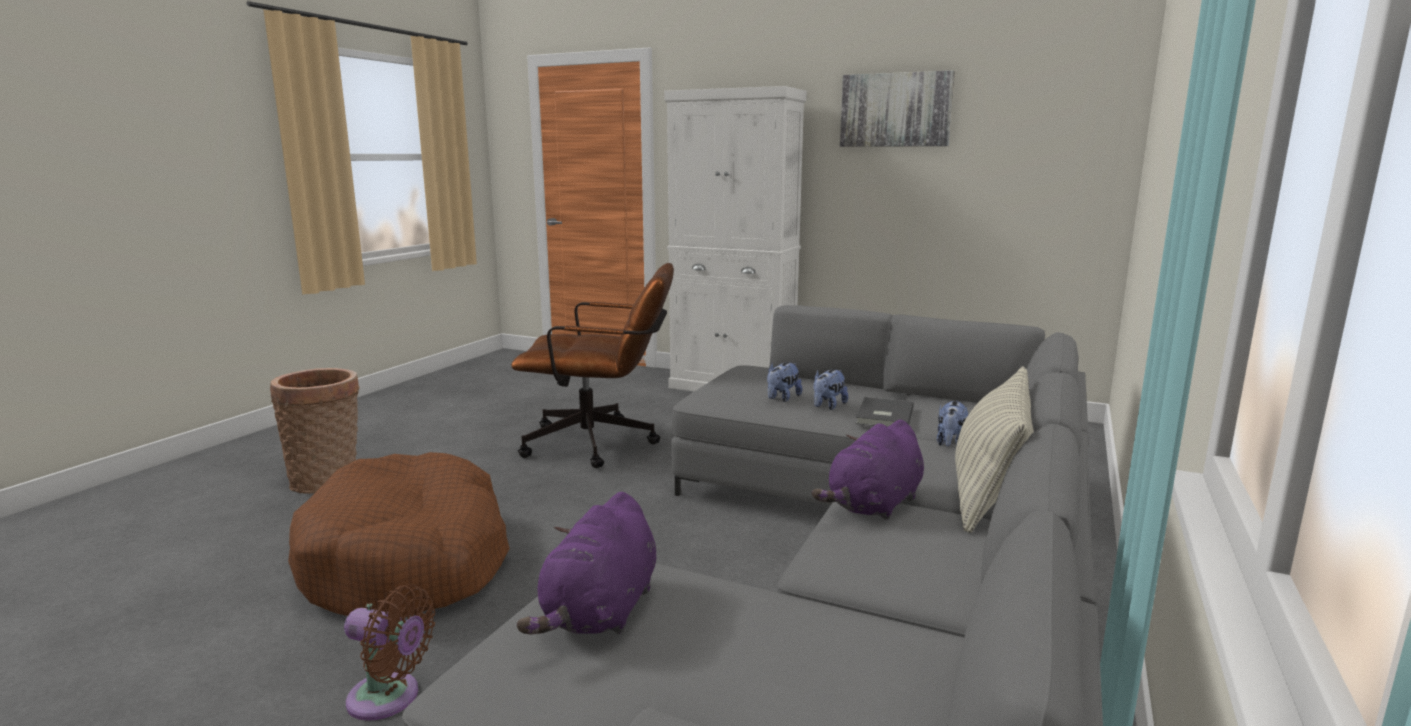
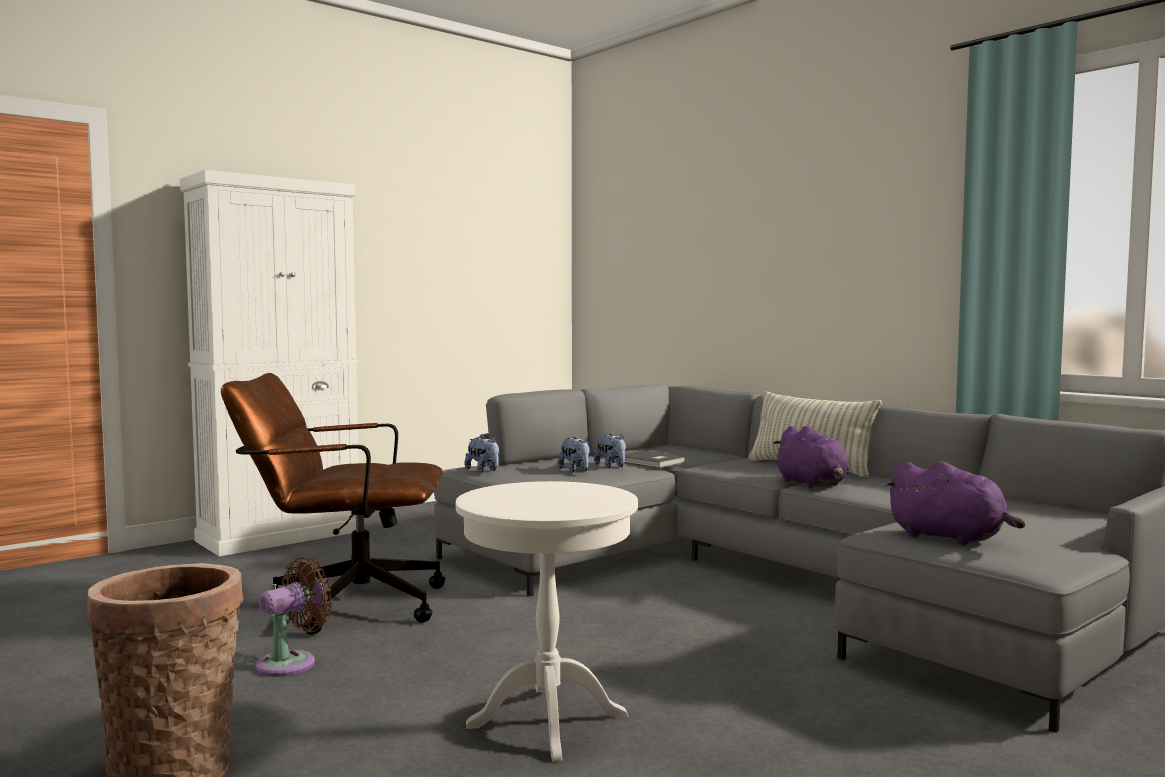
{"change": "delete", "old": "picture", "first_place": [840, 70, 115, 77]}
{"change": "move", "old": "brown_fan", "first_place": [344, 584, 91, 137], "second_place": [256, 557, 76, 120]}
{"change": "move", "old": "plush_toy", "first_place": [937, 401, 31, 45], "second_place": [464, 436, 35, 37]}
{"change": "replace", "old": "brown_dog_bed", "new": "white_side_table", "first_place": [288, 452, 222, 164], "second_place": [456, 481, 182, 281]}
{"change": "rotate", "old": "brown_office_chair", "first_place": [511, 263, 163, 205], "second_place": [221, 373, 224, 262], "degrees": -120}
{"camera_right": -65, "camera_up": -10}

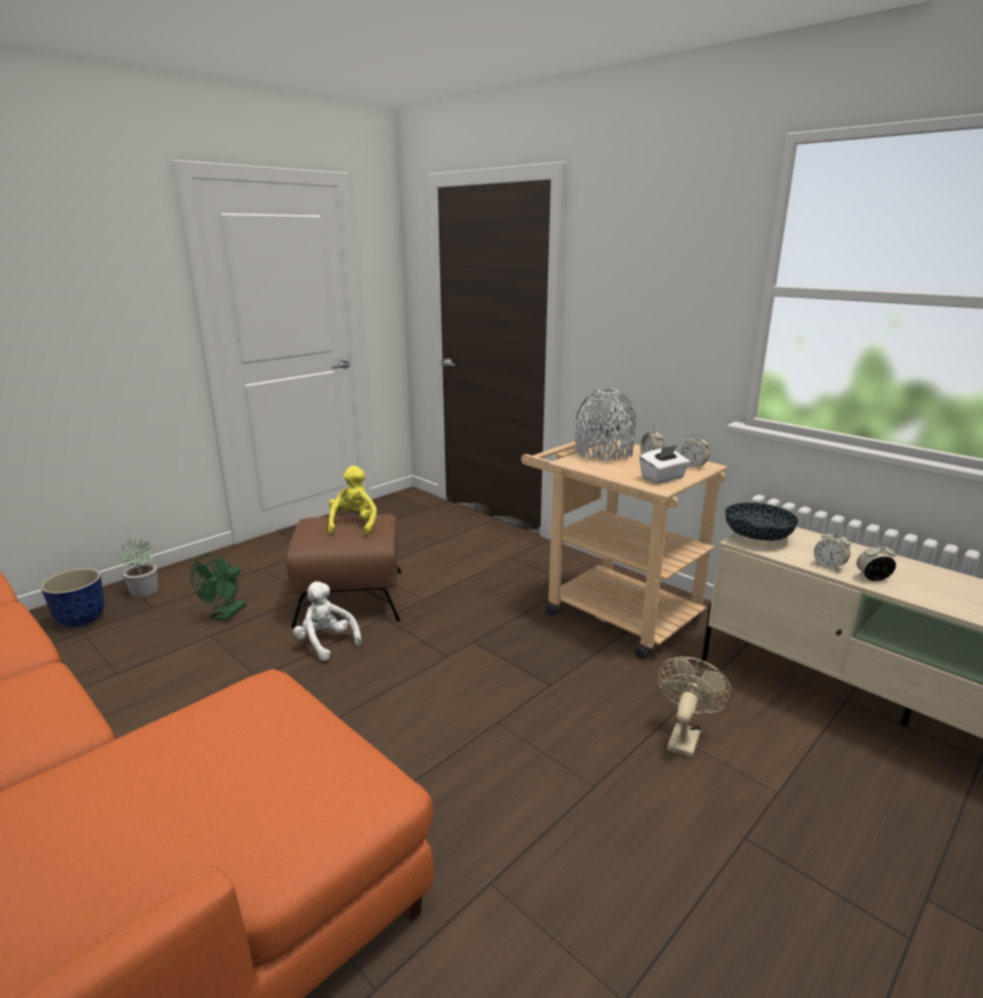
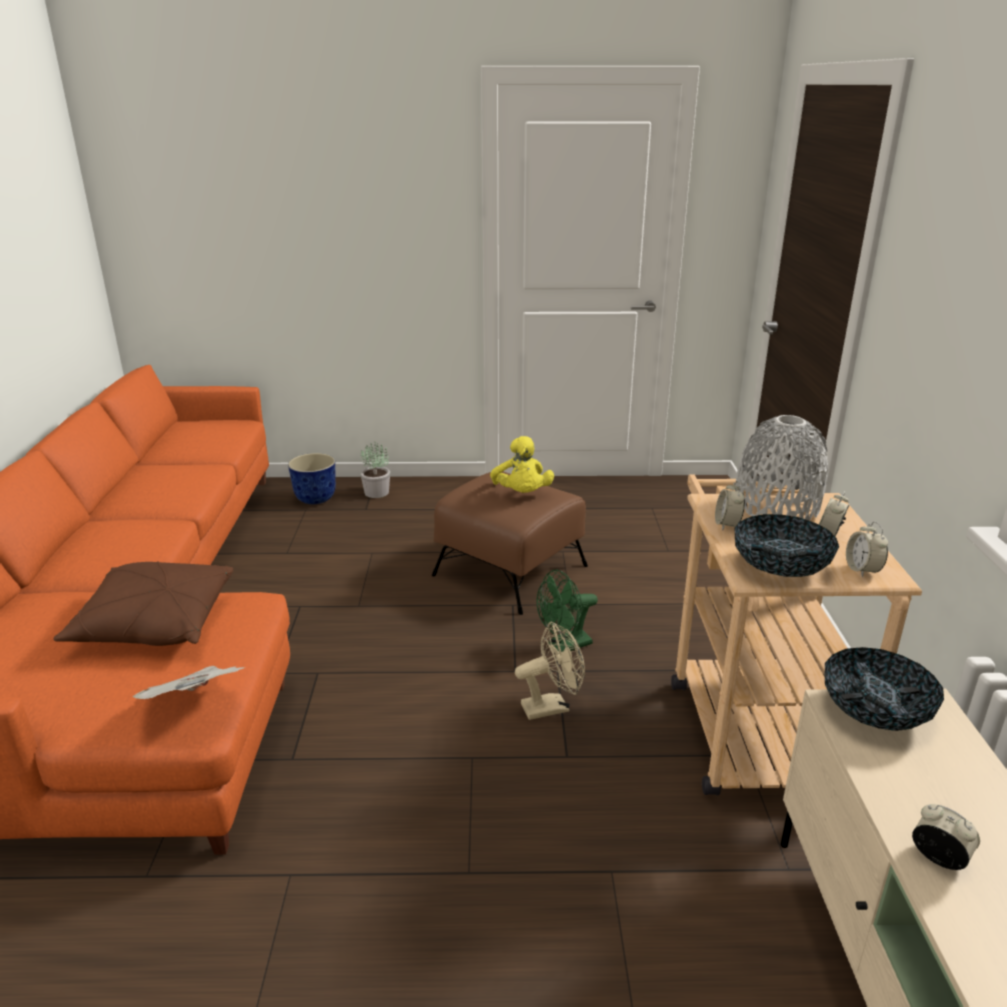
{"change": "delete", "old": "white_plush_toy", "first_place": [293, 581, 69, 80]}
{"change": "insert", "new": "brown_pillow", "second_place": [53, 561, 180, 85]}
{"change": "insert", "new": "newspaper", "second_place": [133, 666, 112, 33]}
{"change": "move", "old": "green_fan", "first_place": [191, 553, 55, 68], "second_place": [537, 570, 61, 83]}
{"change": "move", "old": "beige_fan", "first_place": [657, 657, 75, 101], "second_place": [515, 622, 70, 98]}
{"change": "move", "old": "alarm_clock", "first_place": [814, 529, 37, 43], "second_place": [715, 481, 30, 49]}
{"change": "replace", "old": "white_tissue_box", "new": "bowl", "first_place": [639, 445, 51, 39], "second_place": [735, 514, 104, 63]}
{"change": "rotate", "old": "yellow_plush_toy", "first_place": [328, 466, 49, 70], "second_place": [490, 436, 64, 57], "degrees": 120}
{"camera_right": 45, "camera_up": 5}

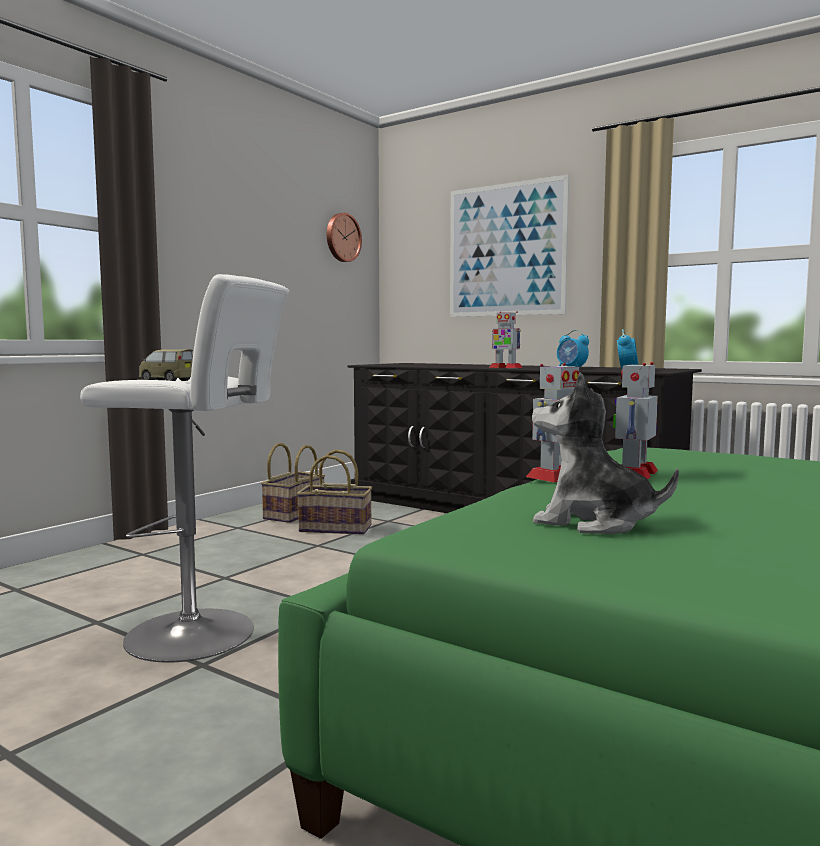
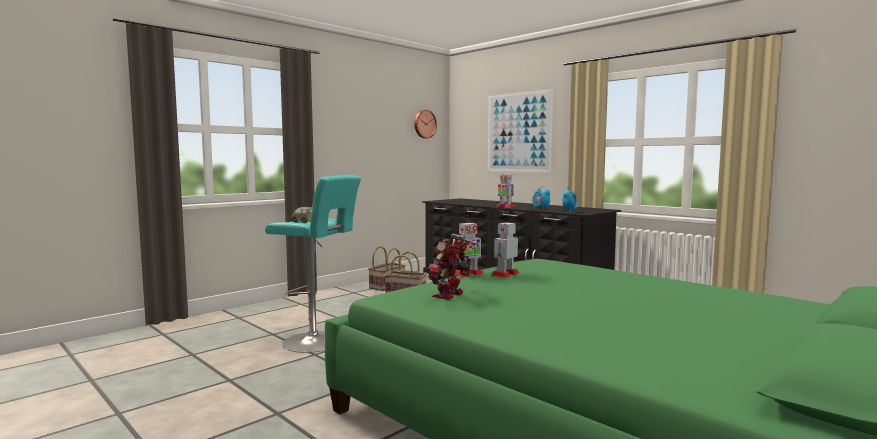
{"change": "replace", "old": "plush_toy", "new": "toy_robot", "first_place": [532, 372, 147, 162], "second_place": [429, 233, 49, 67]}
{"change": "recolor", "old": "white_stool", "new": "turquoise_stool", "first_place": [80, 274, 209, 389], "second_place": [265, 175, 96, 178]}
{"camera_right": 10, "camera_up": 0}

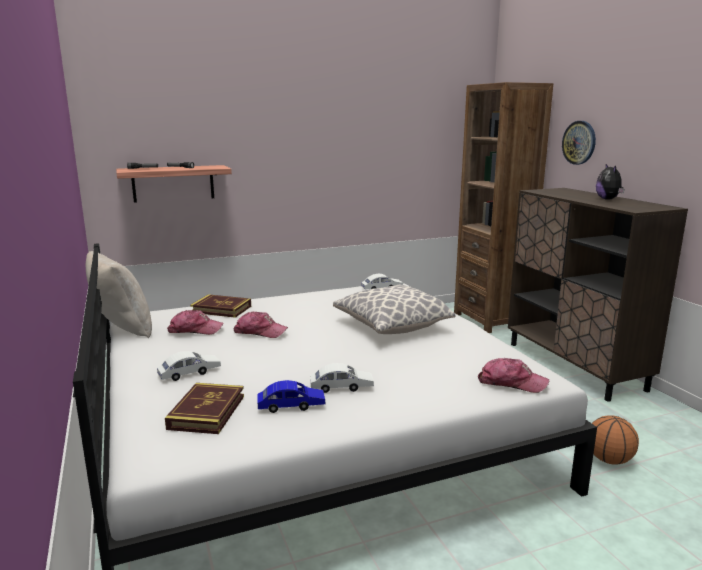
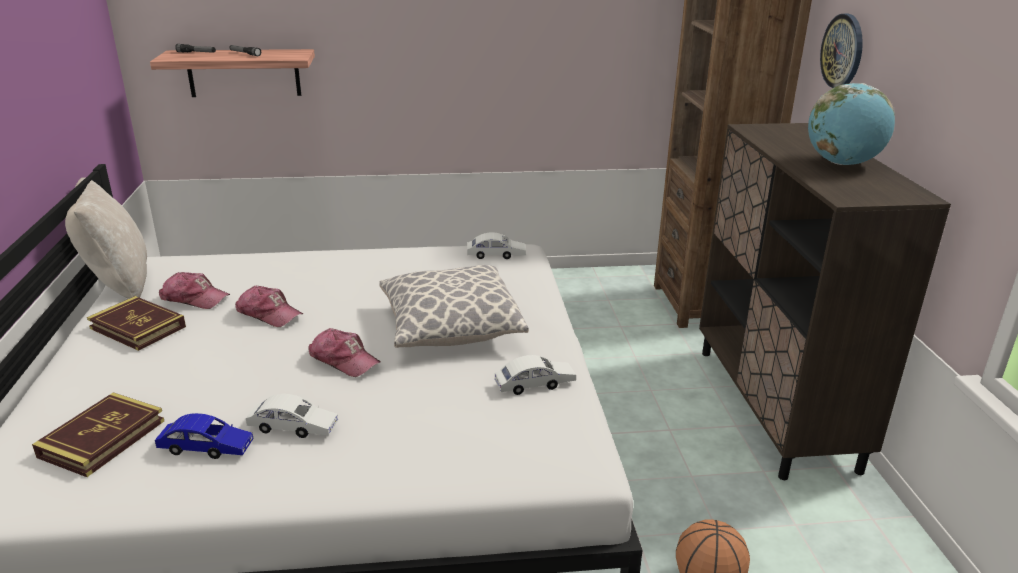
{"change": "move", "old": "white_toy_car", "first_place": [157, 351, 64, 30], "second_place": [495, 355, 81, 40]}
{"change": "move", "old": "book", "first_place": [190, 294, 61, 24], "second_place": [87, 296, 99, 55]}
{"change": "move", "old": "cap", "first_place": [478, 358, 71, 35], "second_place": [308, 328, 73, 49]}
{"change": "replace", "old": "plush_toy", "new": "globe", "first_place": [596, 164, 28, 36], "second_place": [808, 83, 87, 82]}
{"camera_right": 15, "camera_up": 10}

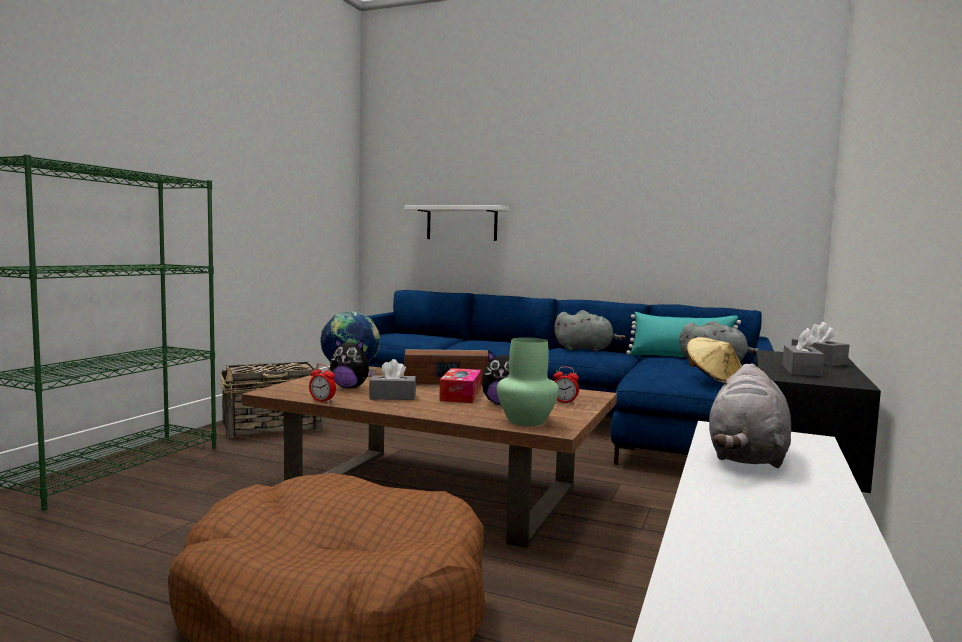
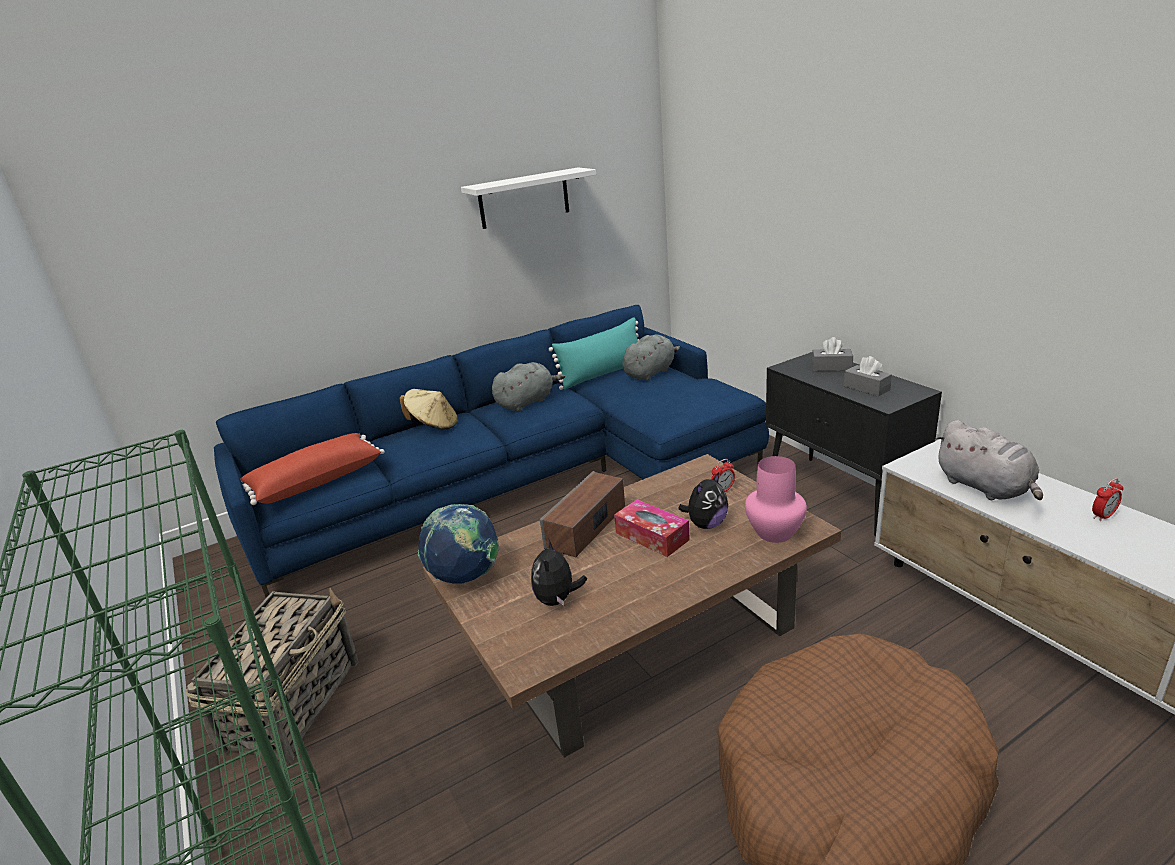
{"change": "delete", "old": "grey_tissue_box", "first_place": [369, 359, 47, 41]}
{"change": "insert", "new": "red_pillow", "second_place": [240, 433, 145, 72]}
{"change": "move", "old": "alarm_clock", "first_place": [309, 364, 27, 39], "second_place": [1092, 478, 32, 43]}
{"change": "move", "old": "white_shelf", "first_place": [404, 205, 106, 36], "second_place": [461, 167, 135, 62]}
{"change": "move", "old": "beige_hat", "first_place": [687, 337, 55, 47], "second_place": [399, 389, 59, 40]}
{"change": "recolor", "old": "green_vase", "new": "pink_vase", "first_place": [497, 337, 62, 89], "second_place": [745, 456, 62, 87]}
{"change": "rotate", "old": "plush_toy", "first_place": [330, 338, 45, 50], "second_place": [531, 538, 56, 68], "degrees": 135}
{"camera_right": -50, "camera_up": 20}

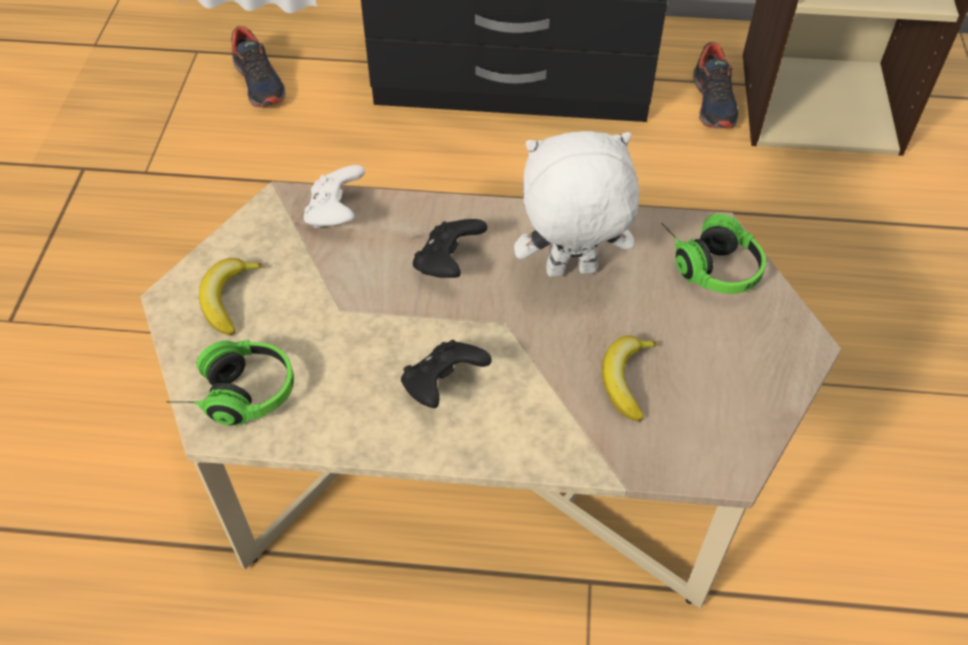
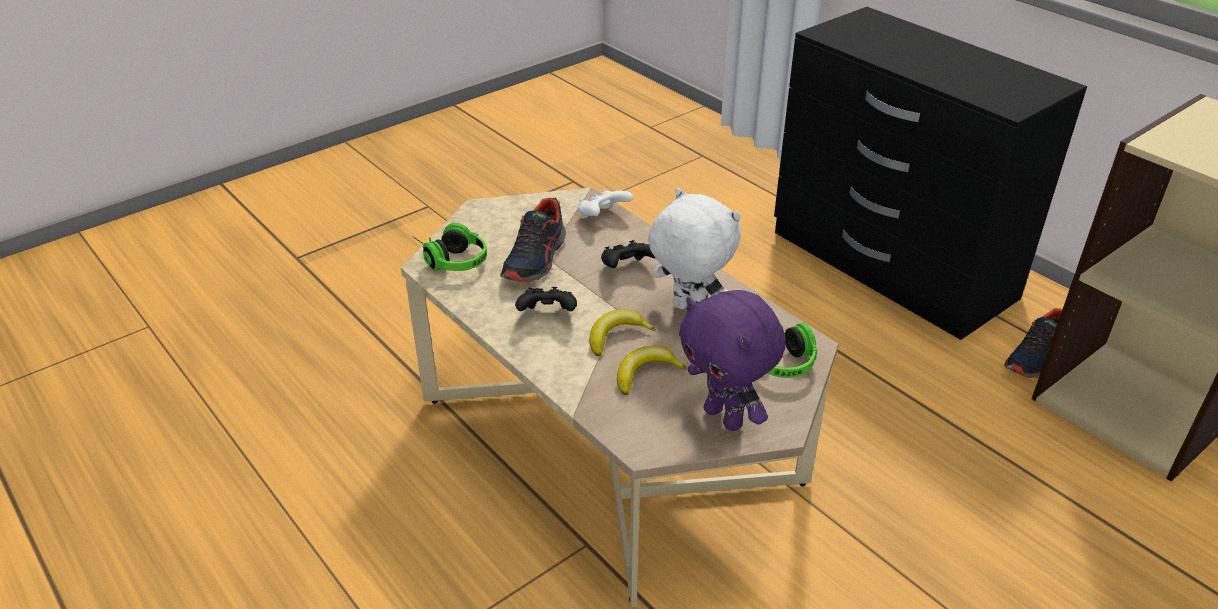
{"change": "insert", "new": "purple_plush_toy", "second_place": [679, 290, 107, 141]}
{"change": "move", "old": "banana", "first_place": [199, 258, 65, 78], "second_place": [589, 309, 67, 47]}
{"change": "move", "old": "shoe", "first_place": [231, 26, 55, 81], "second_place": [500, 198, 66, 84]}
{"camera_right": 45, "camera_up": -15}

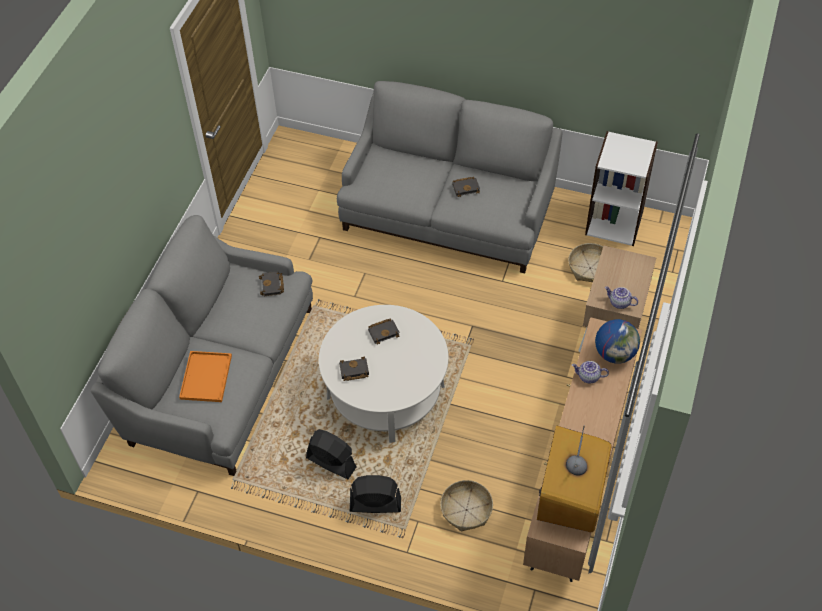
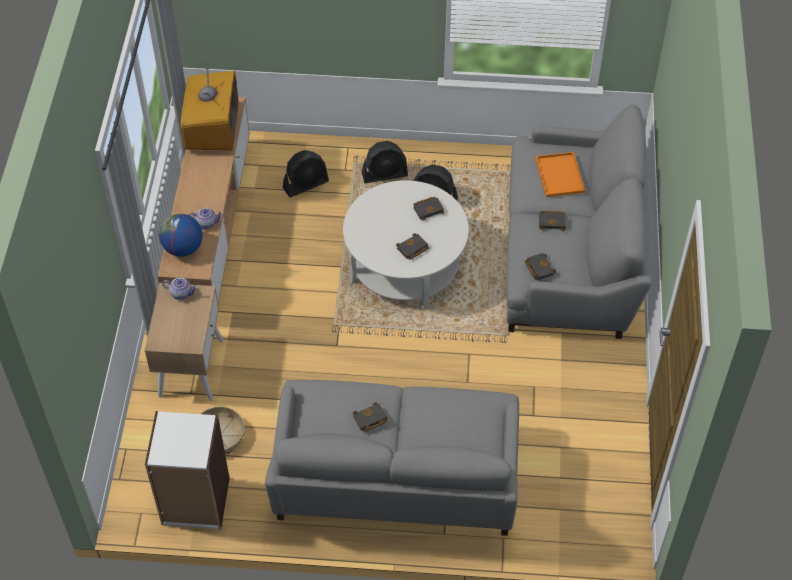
{"change": "insert", "new": "black_book", "second_place": [539, 211, 27, 20]}
{"change": "replace", "old": "basket", "new": "black_fan", "first_place": [440, 480, 53, 52], "second_place": [283, 150, 46, 47]}
{"camera_right": 165, "camera_up": 0}

